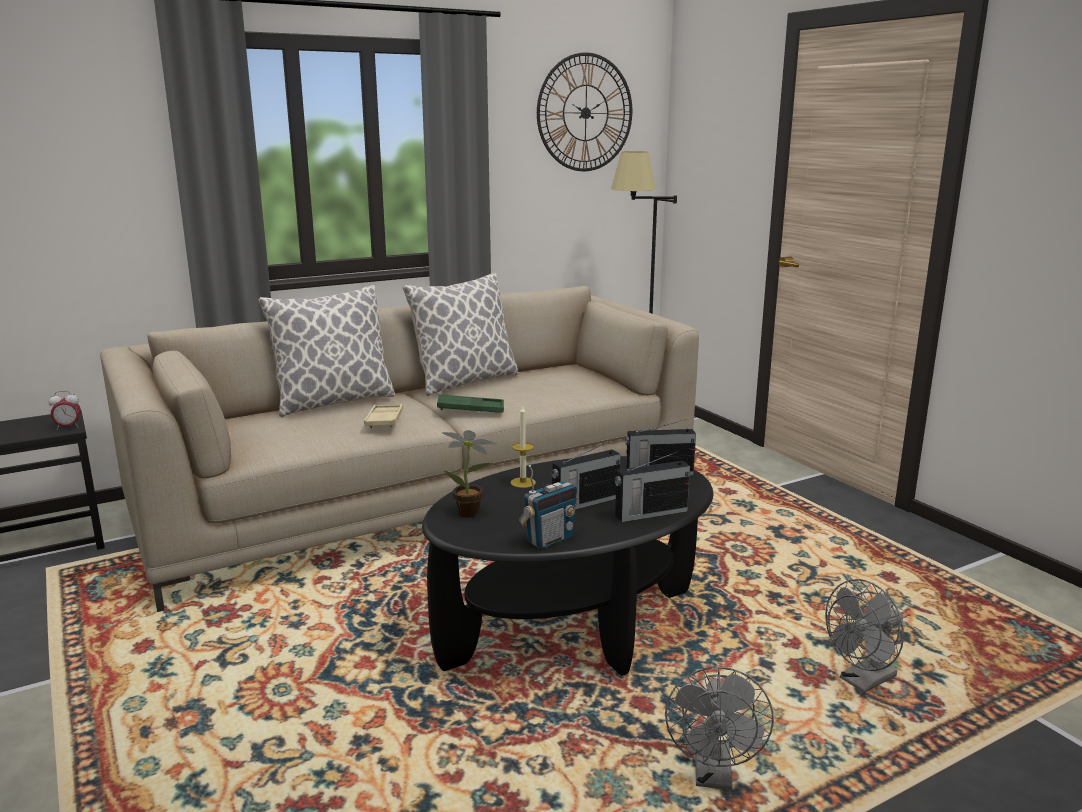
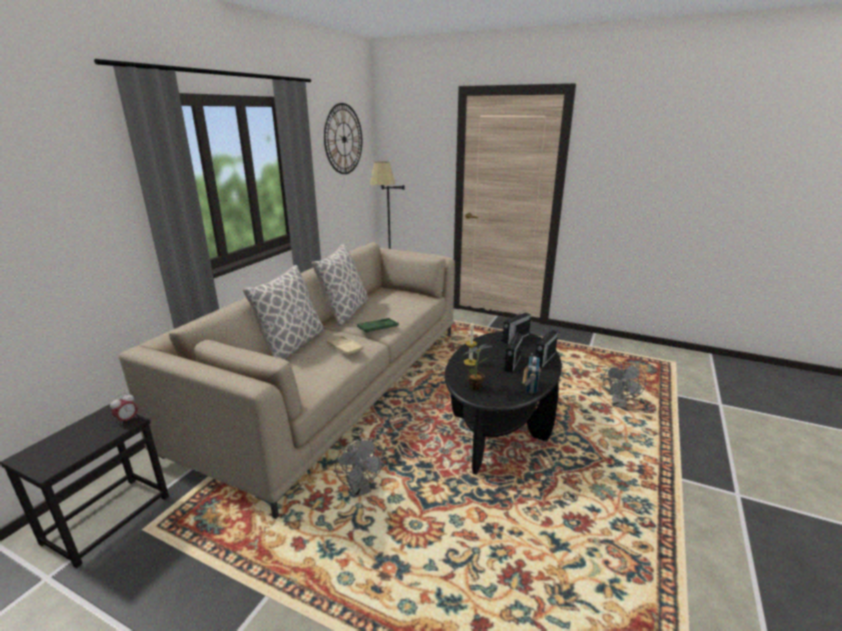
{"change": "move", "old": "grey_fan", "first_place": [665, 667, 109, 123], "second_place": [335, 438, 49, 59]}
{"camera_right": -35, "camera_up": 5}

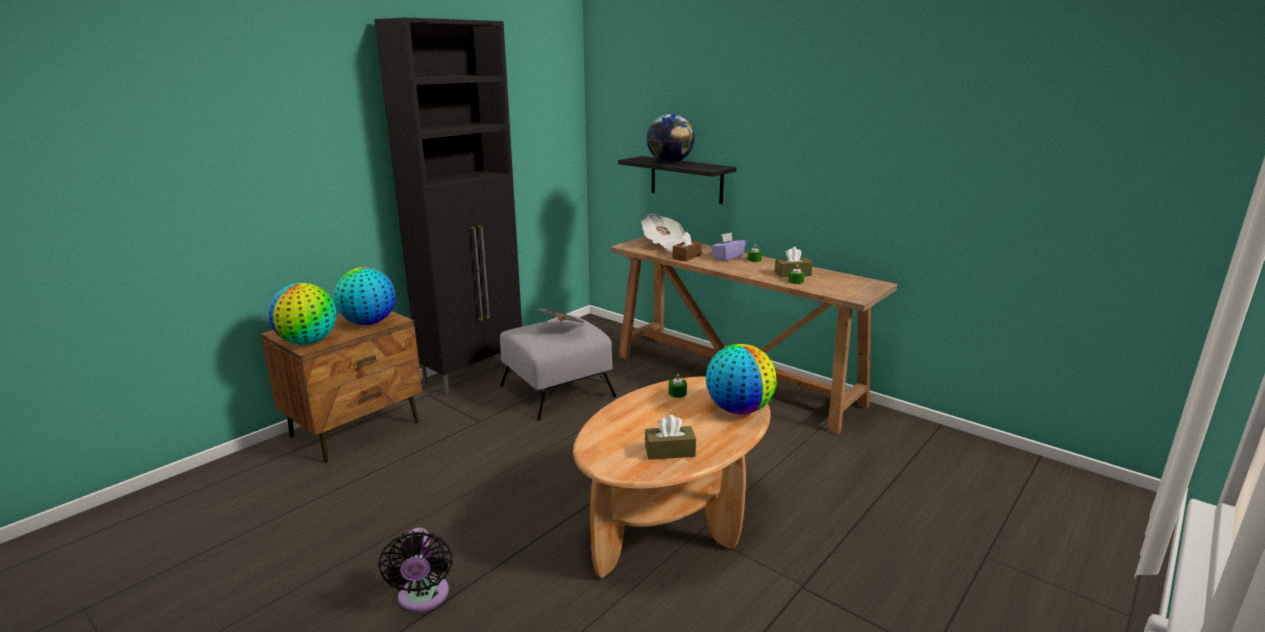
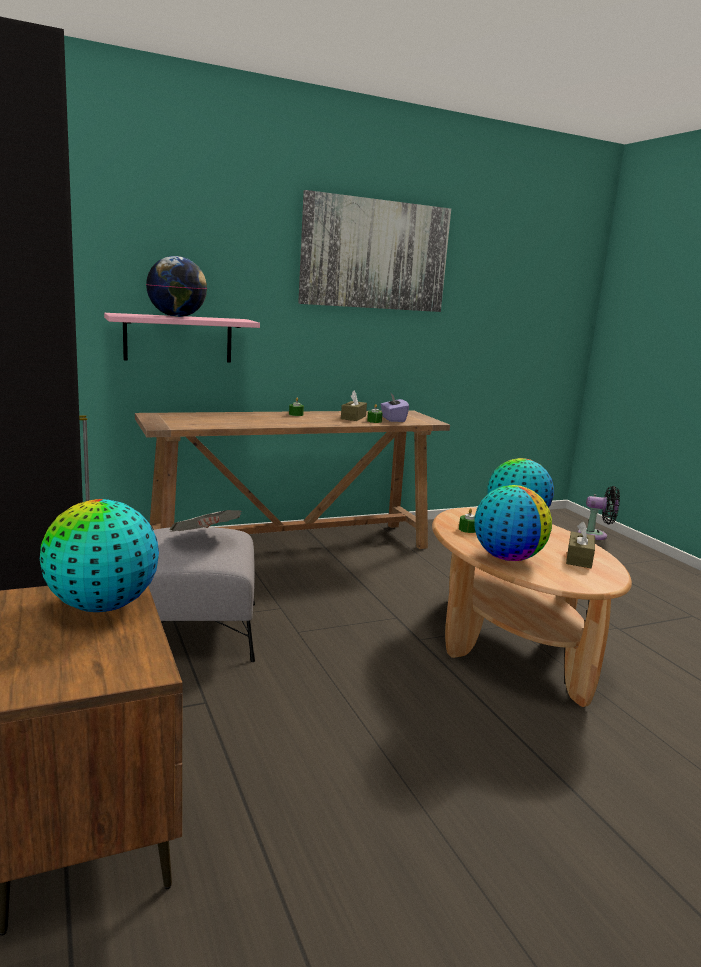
{"change": "delete", "old": "newspaper", "first_place": [641, 214, 44, 38]}
{"change": "delete", "old": "brown_tissue_box", "first_place": [672, 232, 30, 29]}
{"change": "insert", "new": "picture", "second_place": [298, 190, 153, 122]}
{"change": "move", "old": "globe", "first_place": [268, 283, 69, 62], "second_place": [474, 485, 78, 76]}
{"change": "move", "old": "black_fan", "first_place": [378, 528, 75, 85], "second_place": [578, 486, 42, 54]}
{"change": "move", "old": "purple_tissue_box", "first_place": [711, 232, 35, 29], "second_place": [380, 394, 29, 28]}
{"change": "recolor", "old": "black_shelf", "new": "pink_shelf", "first_place": [618, 156, 118, 48], "second_place": [104, 313, 156, 50]}
{"camera_right": -65, "camera_up": -5}

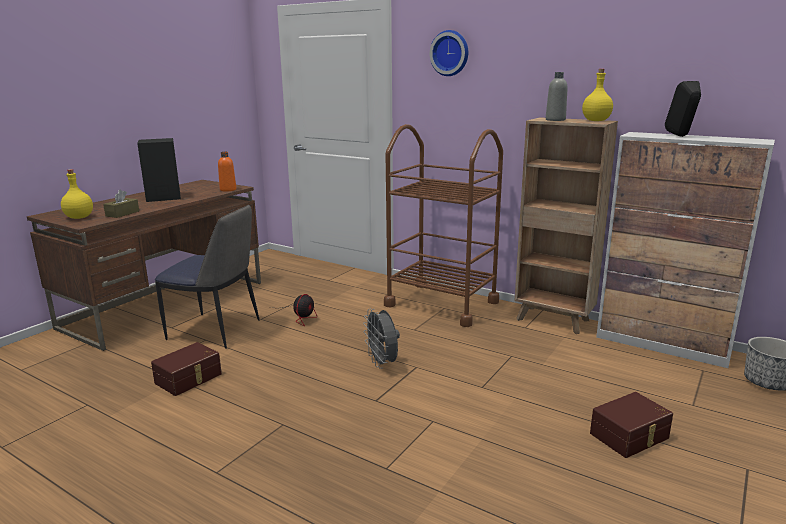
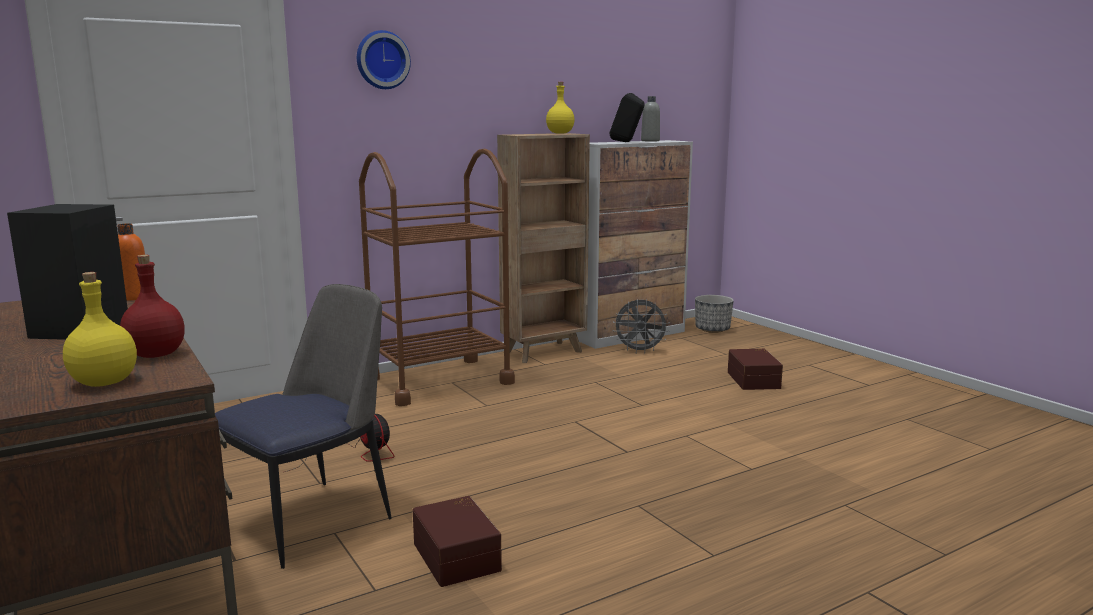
{"change": "move", "old": "grey_fan", "first_place": [363, 308, 37, 61], "second_place": [613, 299, 57, 55]}
{"change": "move", "old": "grey_bottle", "first_place": [546, 72, 22, 49], "second_place": [641, 96, 19, 45]}
{"change": "replace", "old": "brown_tissue_box", "new": "red_bottle", "first_place": [103, 190, 36, 28], "second_place": [120, 255, 65, 103]}
{"camera_right": -65, "camera_up": -5}

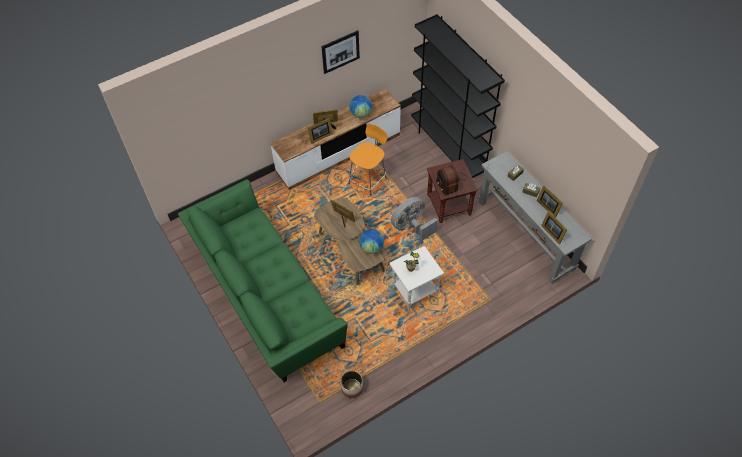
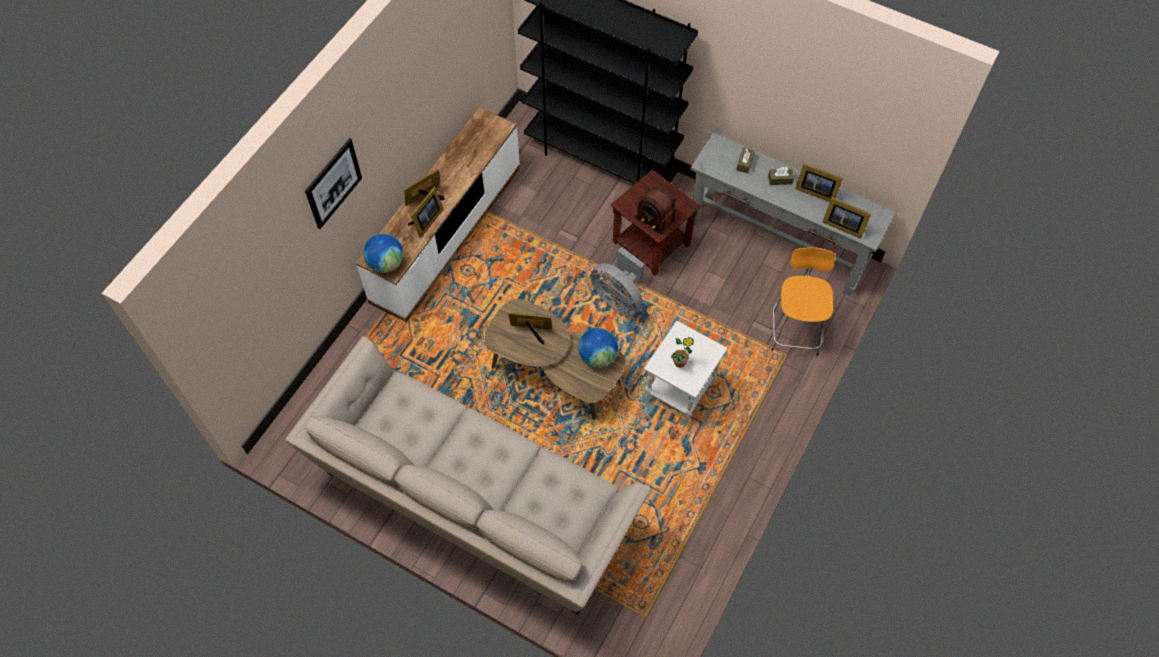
{"change": "delete", "old": "planter", "first_place": [341, 371, 22, 27]}
{"change": "move", "old": "picture", "first_place": [321, 30, 39, 44], "second_place": [305, 138, 57, 91]}
{"change": "move", "old": "orange_stool", "first_place": [349, 124, 39, 72], "second_place": [772, 247, 63, 109]}
{"change": "move", "old": "globe", "first_place": [350, 95, 22, 23], "second_place": [363, 234, 40, 39]}
{"change": "recolor", "old": "green_sofa", "new": "beige_sofa", "first_place": [178, 179, 169, 204], "second_place": [286, 336, 365, 279]}
{"change": "rotate", "old": "grey_fan", "first_place": [391, 197, 47, 44], "second_place": [590, 247, 55, 69], "degrees": -75}
{"camera_right": -30, "camera_up": 5}

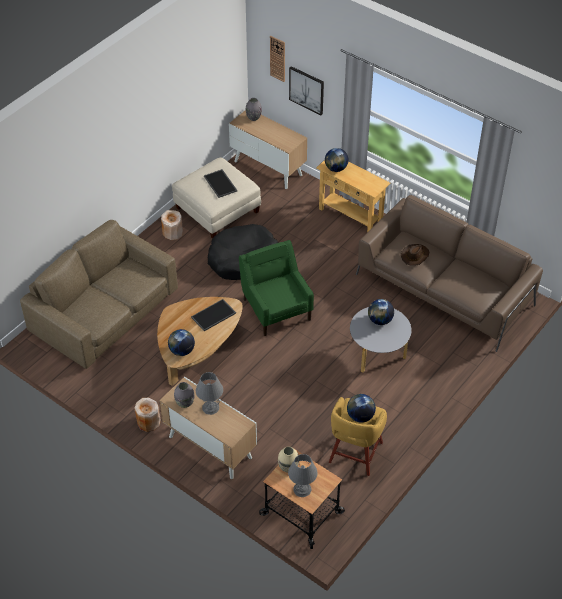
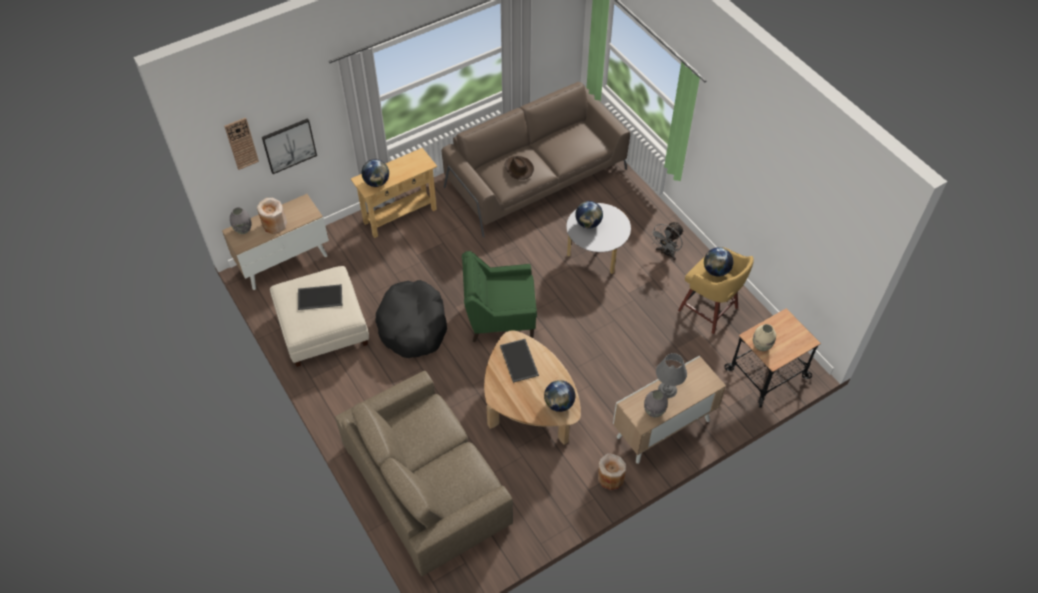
{"change": "delete", "old": "grey_table_lamp", "first_place": [288, 454, 29, 43]}
{"change": "insert", "new": "grey_fan", "second_place": [650, 222, 34, 38]}
{"change": "move", "old": "beige_vase", "first_place": [161, 210, 22, 30], "second_place": [257, 198, 30, 36]}
{"camera_right": -70, "camera_up": 5}

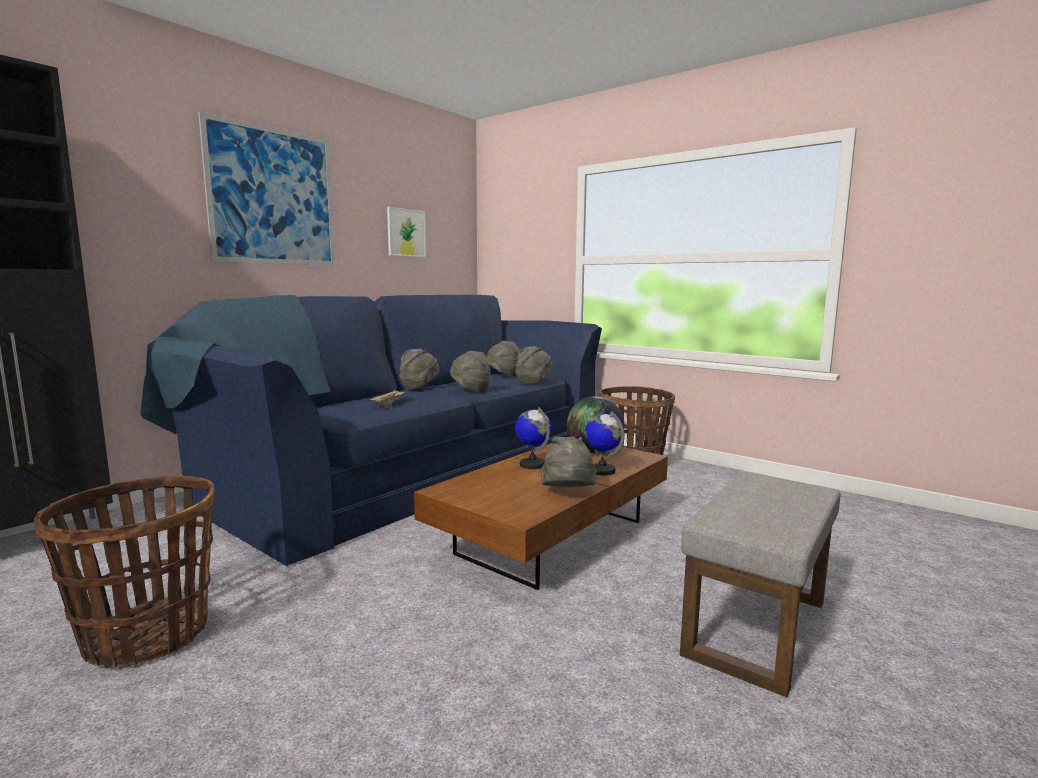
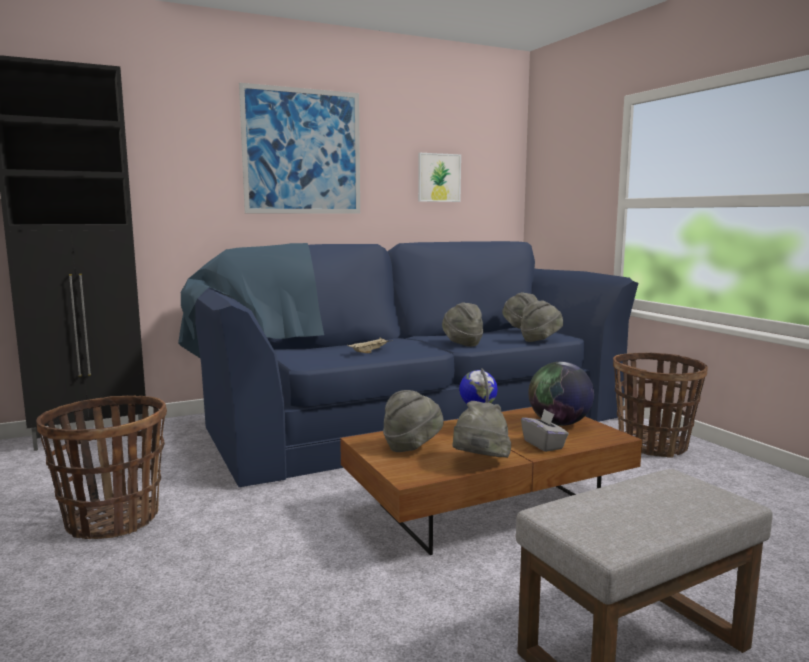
{"change": "move", "old": "grey_hat", "first_place": [399, 348, 41, 41], "second_place": [383, 390, 61, 62]}
{"change": "replace", "old": "globe", "new": "grey_tissue_box", "first_place": [585, 411, 40, 64], "second_place": [521, 409, 48, 43]}
{"camera_right": 25, "camera_up": 0}

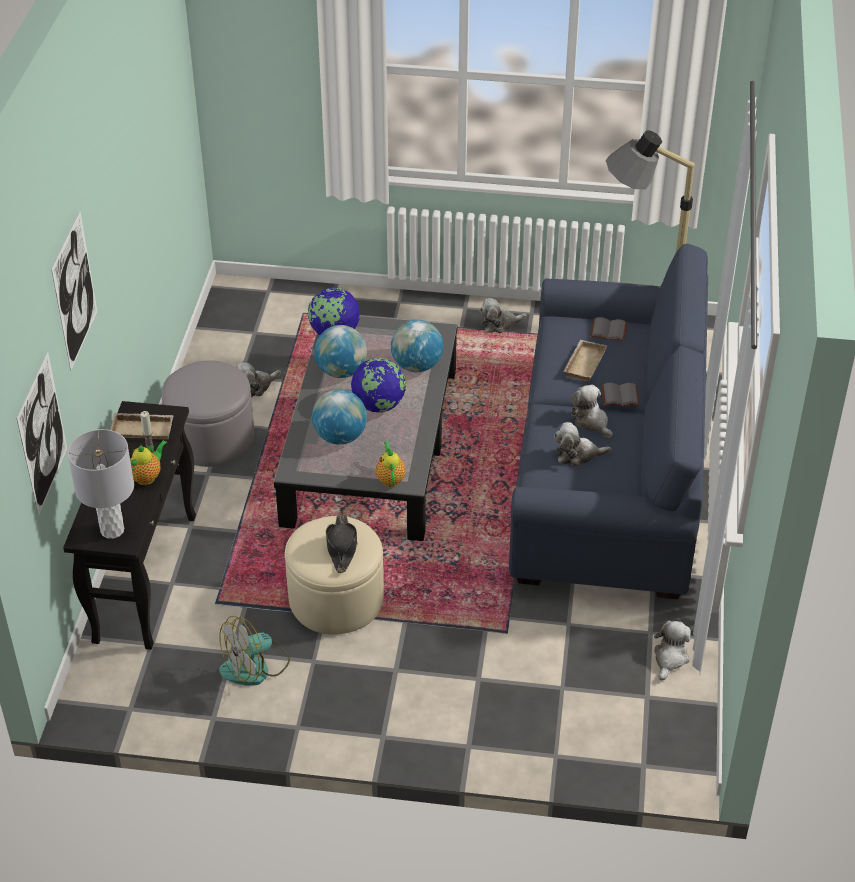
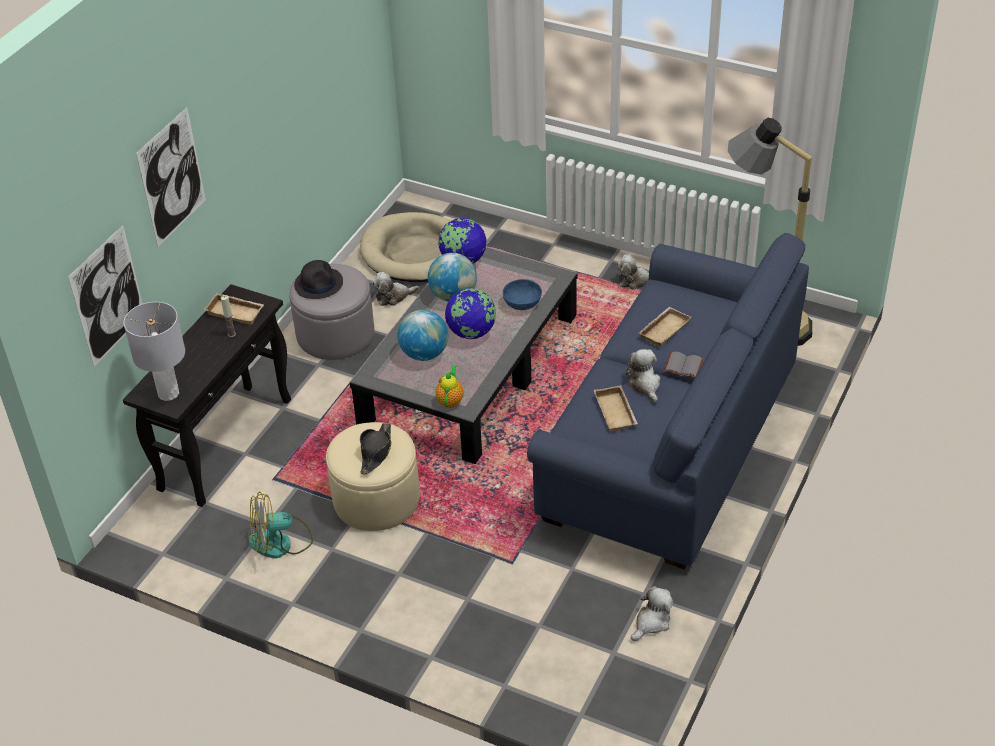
{"change": "delete", "old": "teapot", "first_place": [130, 440, 37, 45]}
{"change": "delete", "old": "grey_book", "first_place": [590, 317, 37, 24]}
{"change": "insert", "new": "black_hat", "second_place": [294, 260, 49, 39]}
{"change": "insert", "new": "beige_dog_bed", "second_place": [360, 212, 91, 70]}
{"change": "replace", "old": "globe", "new": "blue_bowl", "first_place": [391, 319, 52, 53], "second_place": [503, 279, 39, 31]}
{"change": "replace", "old": "plush_toy", "new": "beige_tray", "first_place": [554, 422, 57, 44], "second_place": [594, 385, 44, 47]}
{"camera_right": 20, "camera_up": 0}

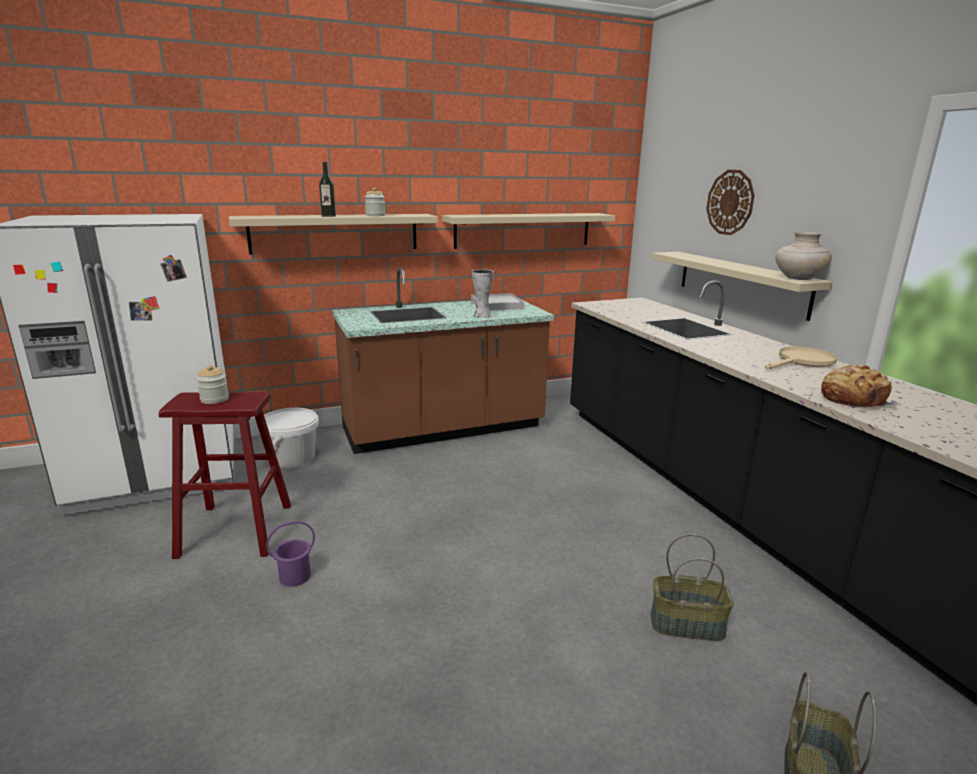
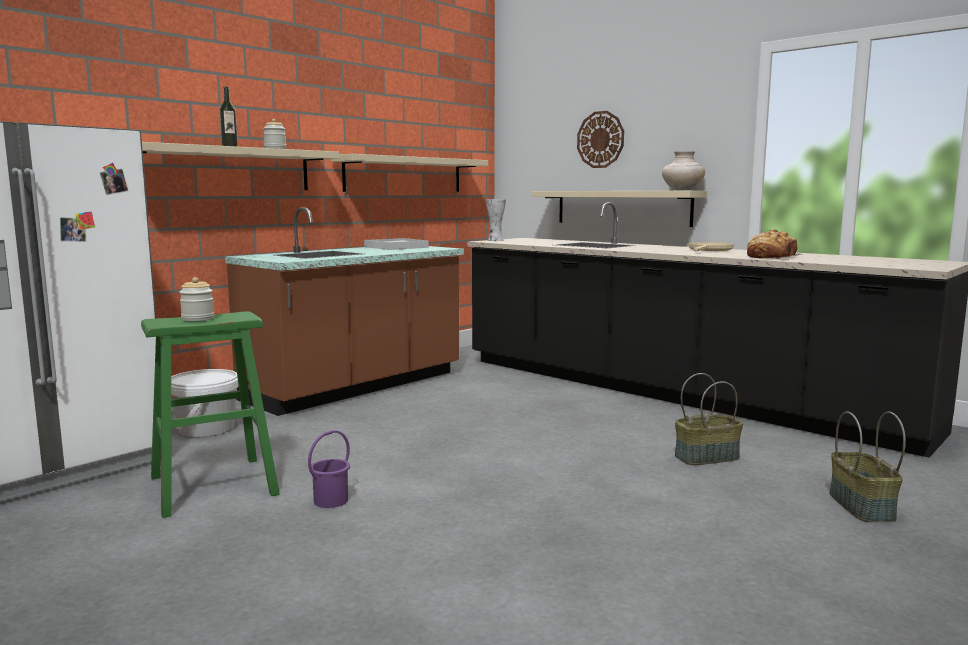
{"change": "move", "old": "vase", "first_place": [472, 269, 22, 49], "second_place": [486, 199, 20, 42]}
{"change": "recolor", "old": "red_stool", "new": "green_stool", "first_place": [159, 392, 132, 167], "second_place": [141, 311, 139, 207]}
{"camera_right": -25, "camera_up": -10}

